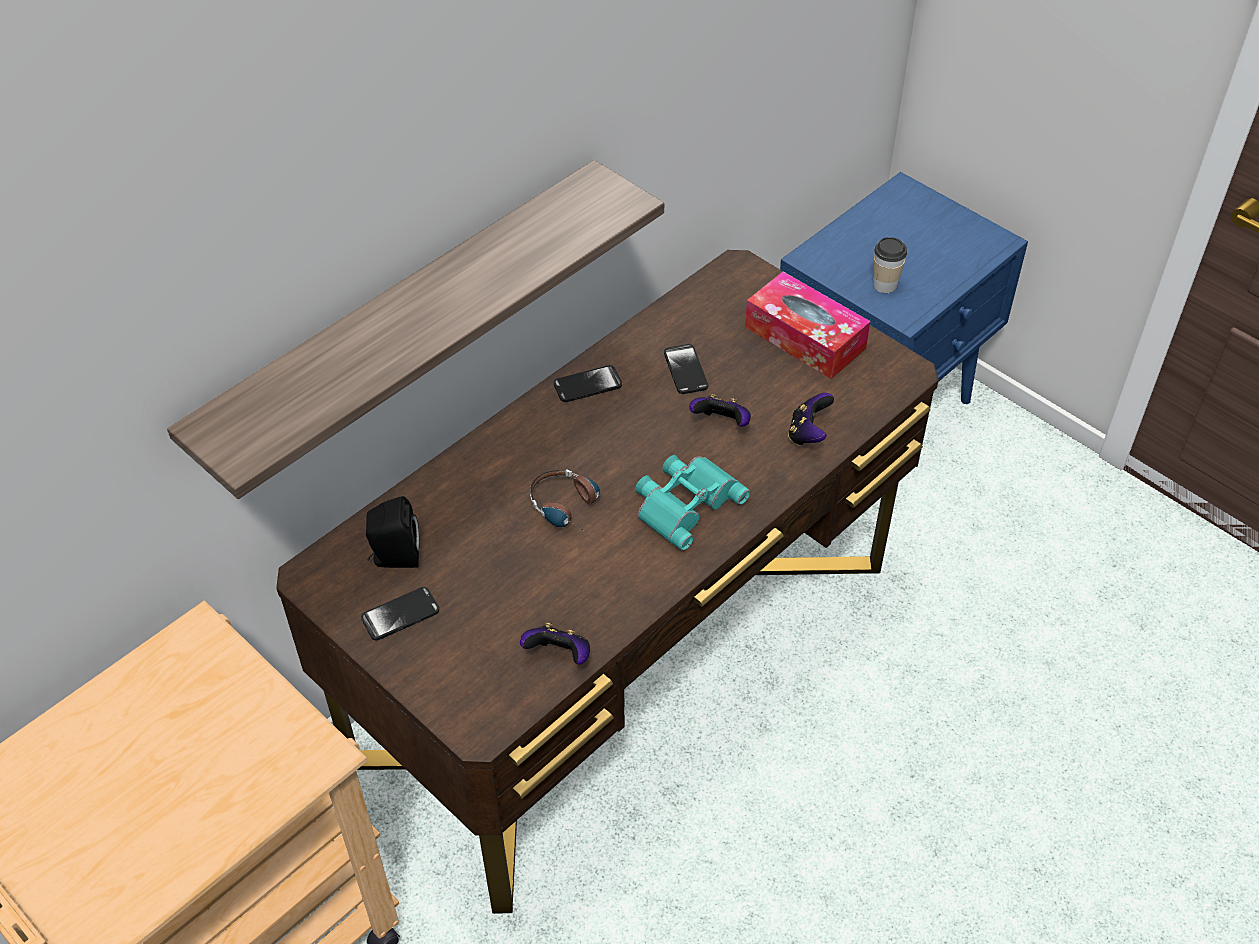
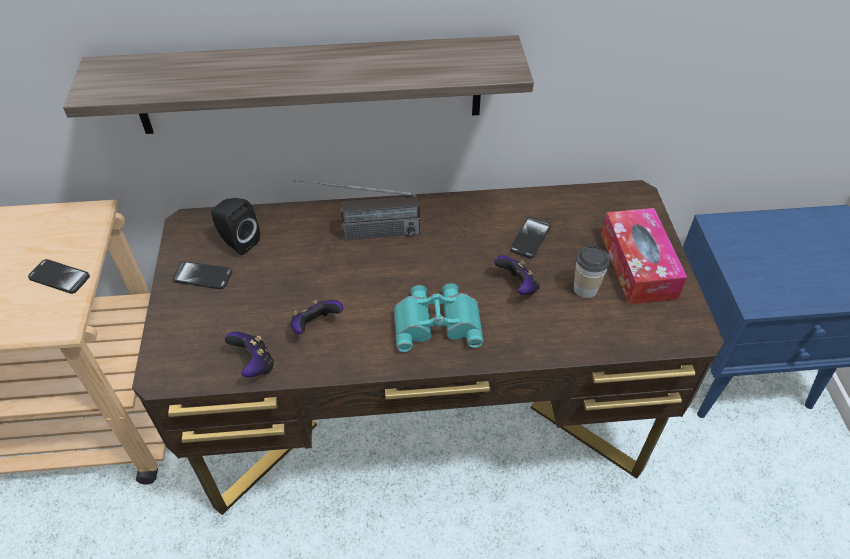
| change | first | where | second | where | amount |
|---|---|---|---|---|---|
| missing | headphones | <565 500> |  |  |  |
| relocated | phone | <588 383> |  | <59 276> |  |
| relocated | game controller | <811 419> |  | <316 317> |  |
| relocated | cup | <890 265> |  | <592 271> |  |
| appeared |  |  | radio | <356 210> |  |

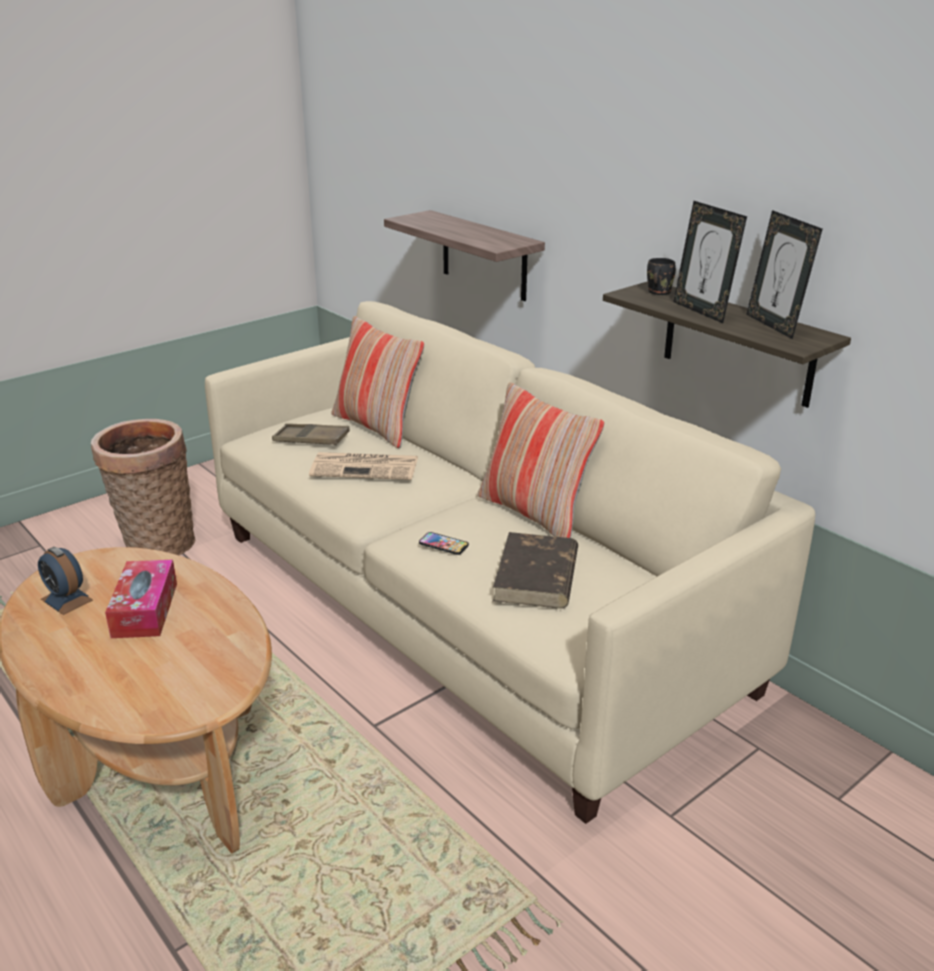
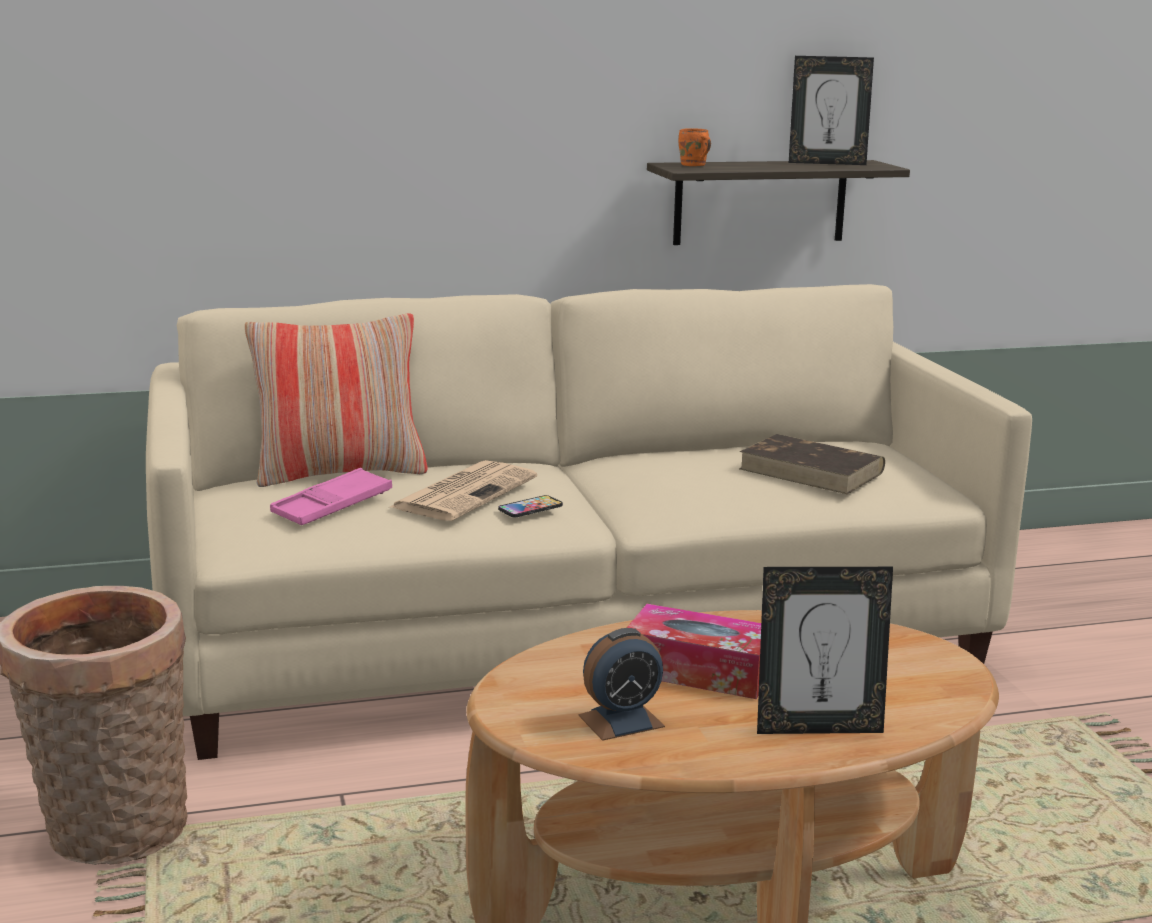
| change | first | where | second | where | amount |
|---|---|---|---|---|---|
| colour | brown tray | <311 434> | pink tray | <331 496> |  |
| missing | shelf | <464 255> |  |  |  |
| relocated | phone | <444 543> |  | <530 506> |  |
| missing | pillow | <541 460> |  |  |  |
| colour | black mug | <661 276> | orange mug | <695 147> |  |
| relocated | picture frame | <710 262> |  | <825 650> |  |

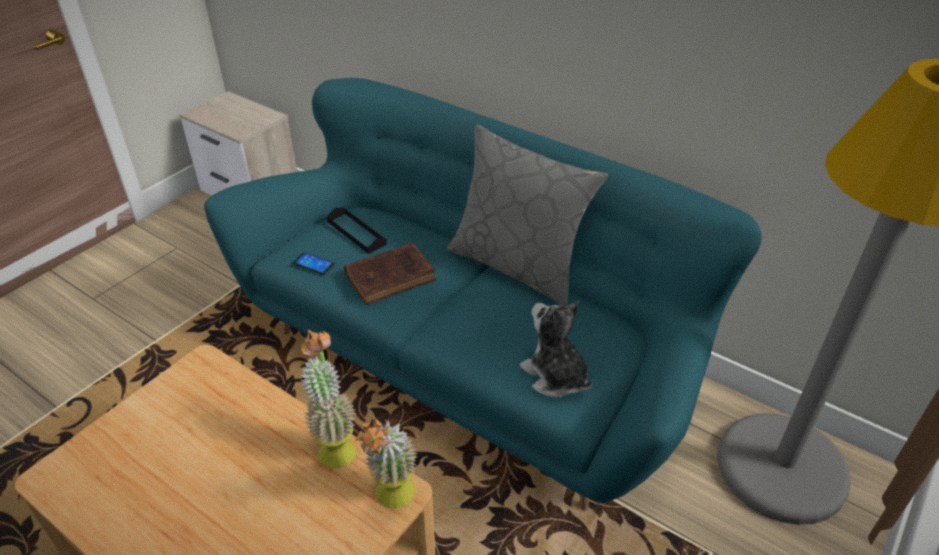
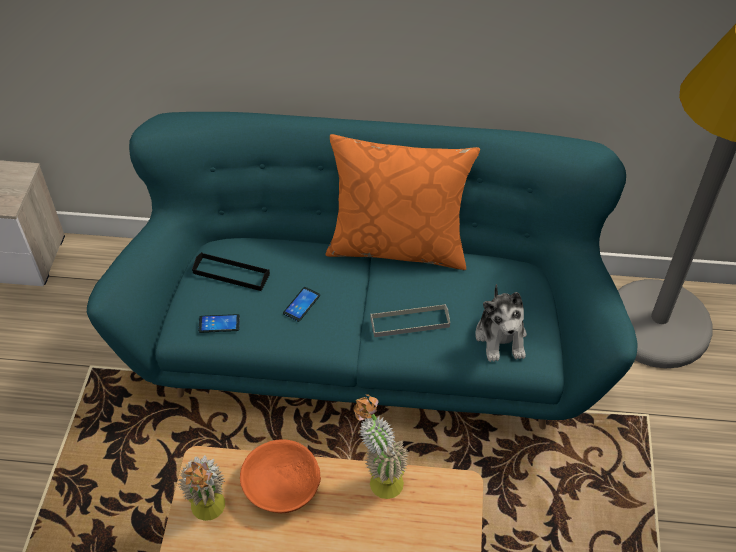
| change | first | where | second | where | amount |
|---|---|---|---|---|---|
| exchanged | brown book | <390 274> | phone | <301 304> |  |
| relocated | potted plant | <387 463> |  | <201 488> |  |
| colour | grey pillow | <527 215> | orange pillow | <403 202> |  |
| spun | plush toy | <556 349> |  | <501 323> | 120 degrees counterclockwise |
| appeared |  |  | orange bowl | <280 476> |  |
| appeared |  |  | grey tray | <410 320> |  |

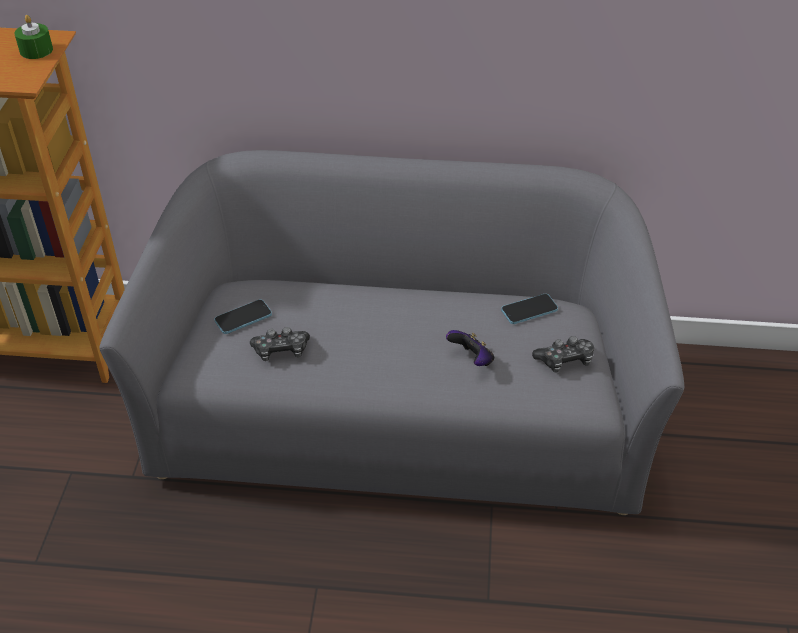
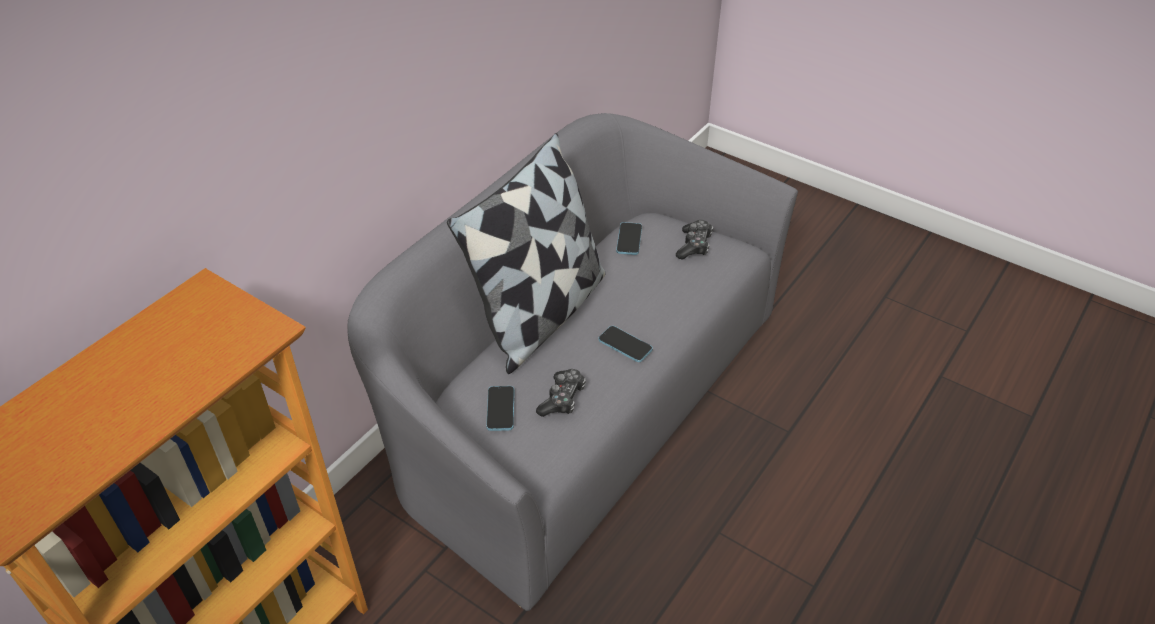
| change | first | where | second | where | amount |
|---|---|---|---|---|---|
| missing | green candle | <33 37> |  |  |  |
| missing | game controller | <470 348> |  |  |  |
| appeared |  |  | pillow | <526 253> |  |
| appeared |  |  | phone | <625 344> |  |

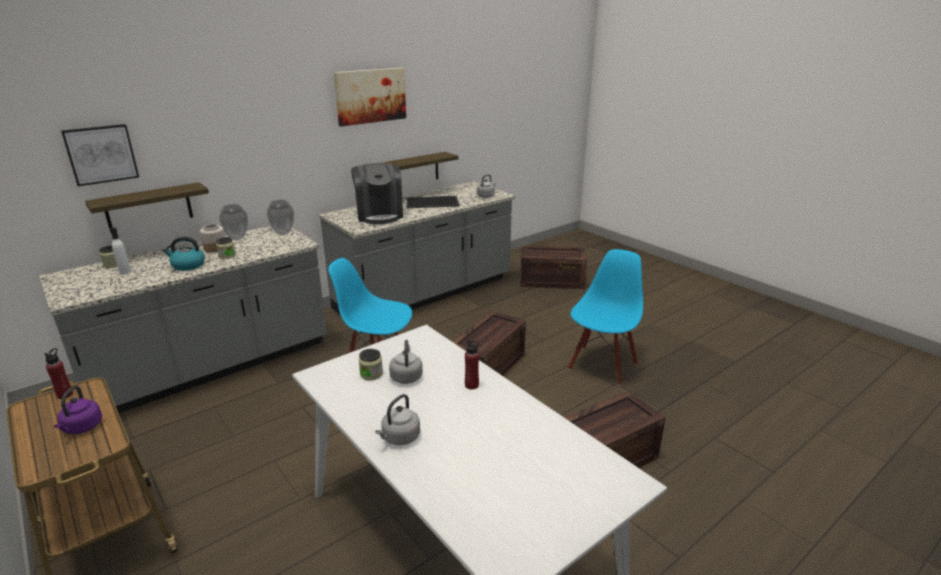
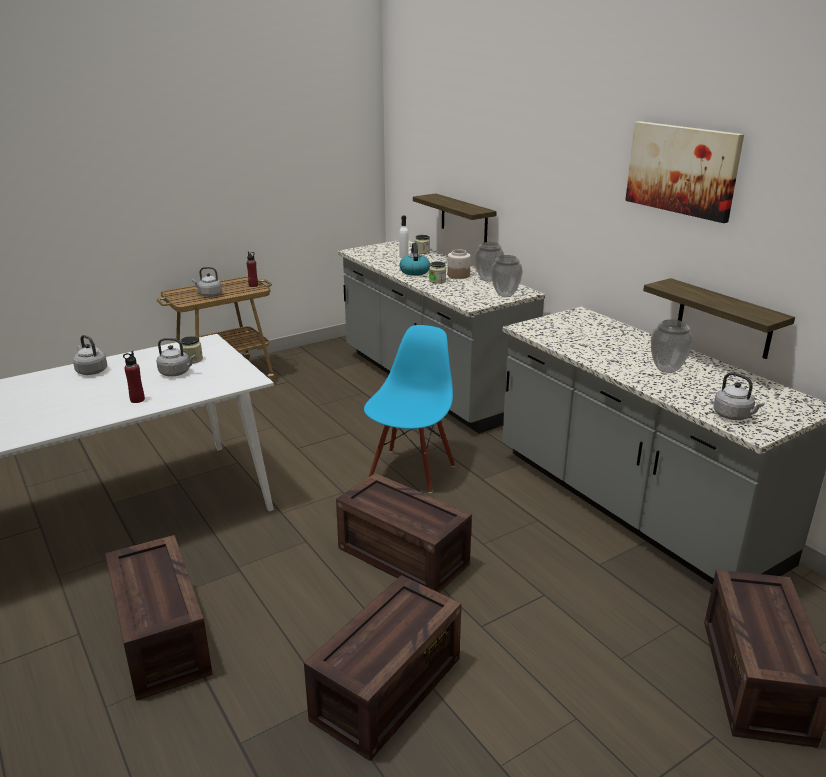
| change | first | where | second | where | amount |
|---|---|---|---|---|---|
| colour | purple kettle | <78 410> | grey kettle | <207 282> |  |
| missing | picture | <100 155> |  |  |  |
| missing | coffee machine | <377 193> |  |  |  |
| exchanged | tray | <433 202> | vase | <672 346> |  |
| exchanged | blue chair | <605 317> | crate | <382 668> |  |

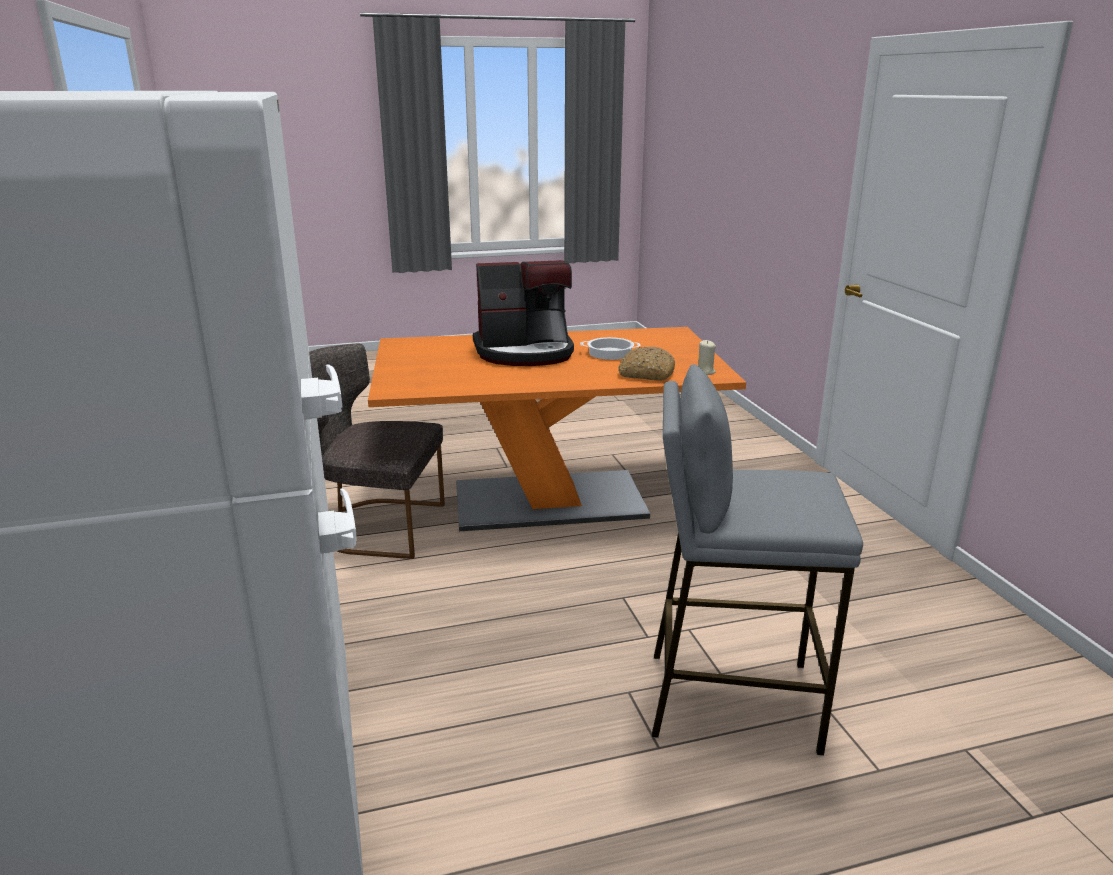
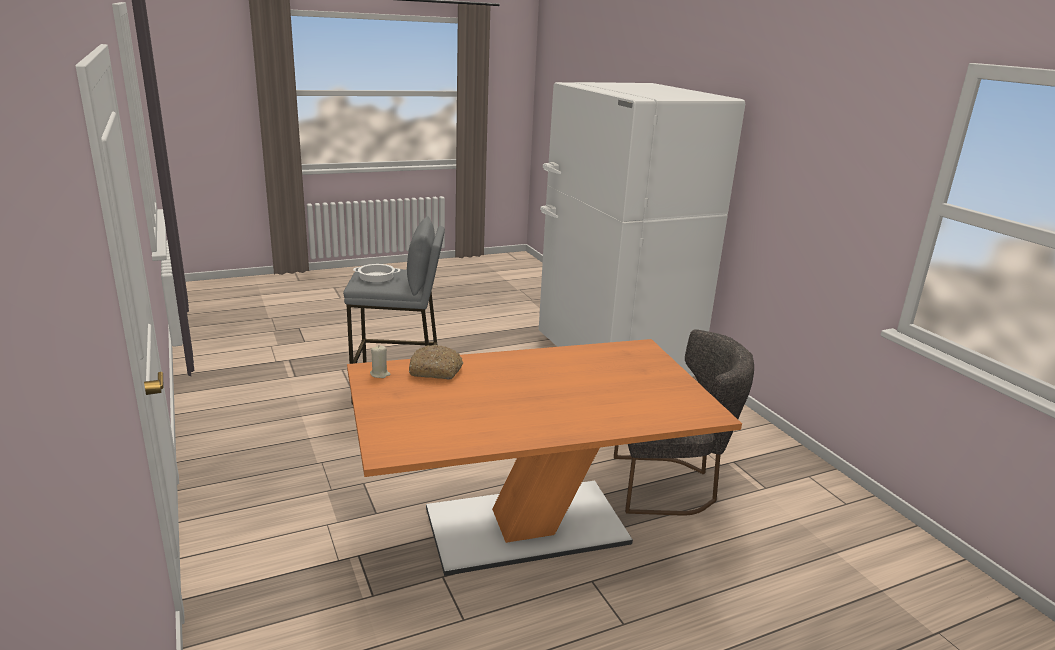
| change | first | where | second | where | amount |
|---|---|---|---|---|---|
| missing | coffee machine | <523 313> |  |  |  |
| relocated | cooking pot | <610 348> |  | <376 273> |  |

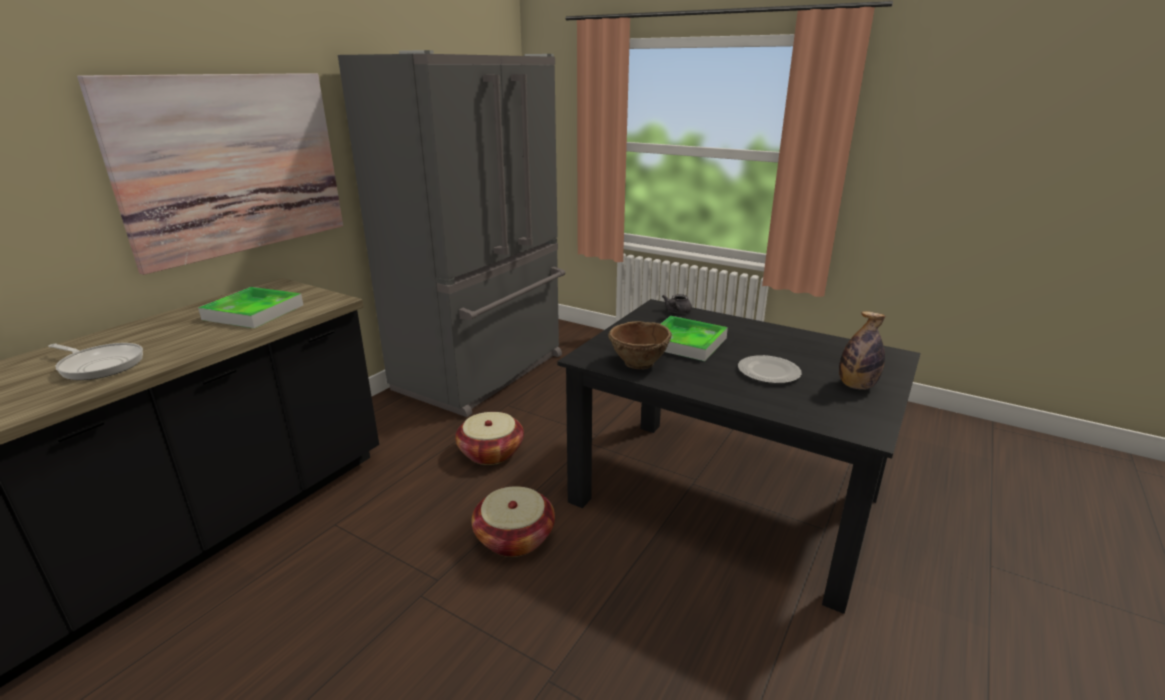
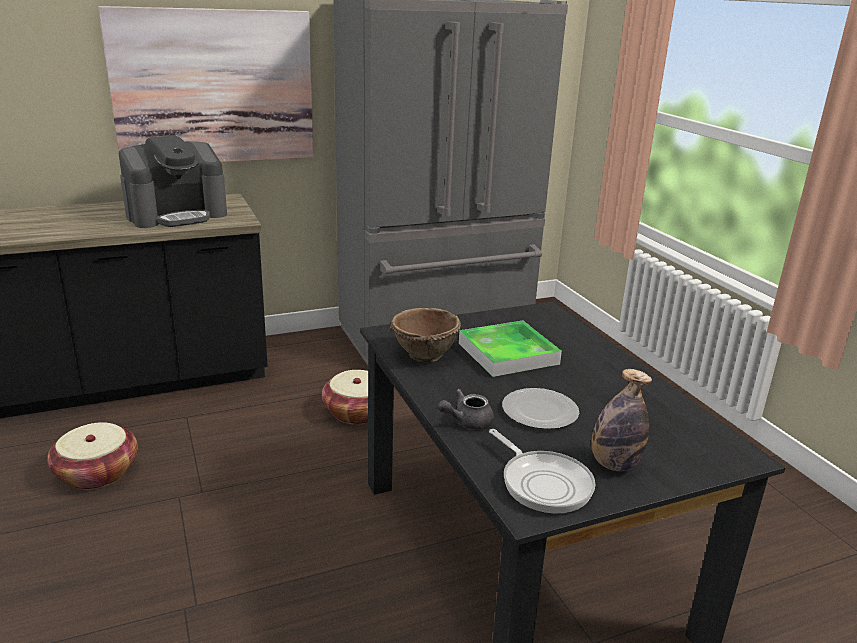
| change | first | where | second | where | amount |
|---|---|---|---|---|---|
| relocated | frying pan | <95 361> |  | <542 471> |  |
| exchanged | tray | <250 307> | coffee machine | <173 181> |  |
| relocated | basket | <513 521> |  | <92 456> |  |
| relocated | grey teapot | <677 304> |  | <466 409> |  |

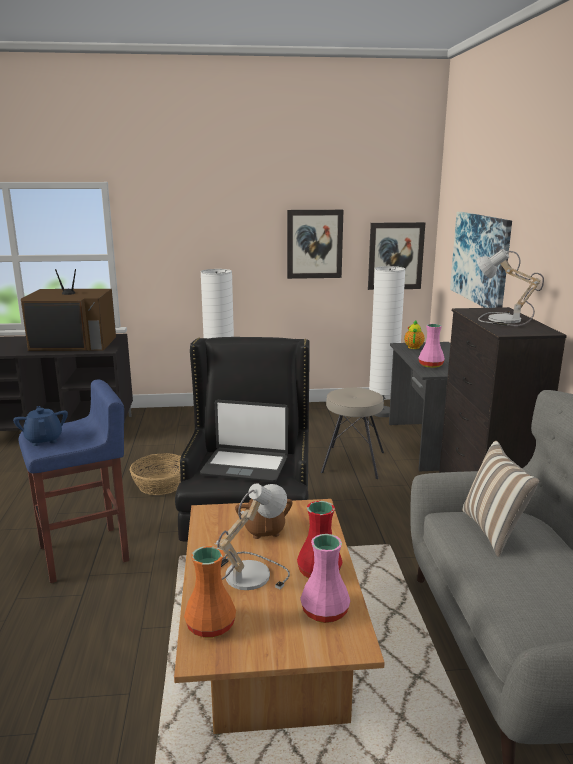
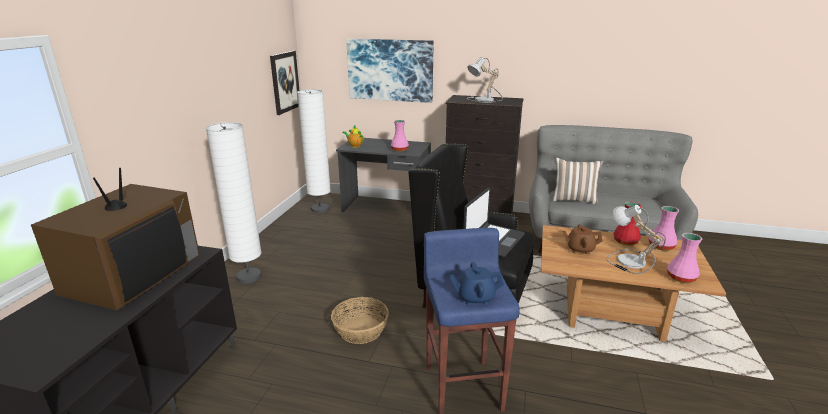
| change | first | where | second | where | amount |
|---|---|---|---|---|---|
| colour | orange vase | <210 592> | pink vase | <684 258> |  |
| missing | picture | <315 244> |  |  |  |
| missing | beige stool | <352 433> |  |  |  |

